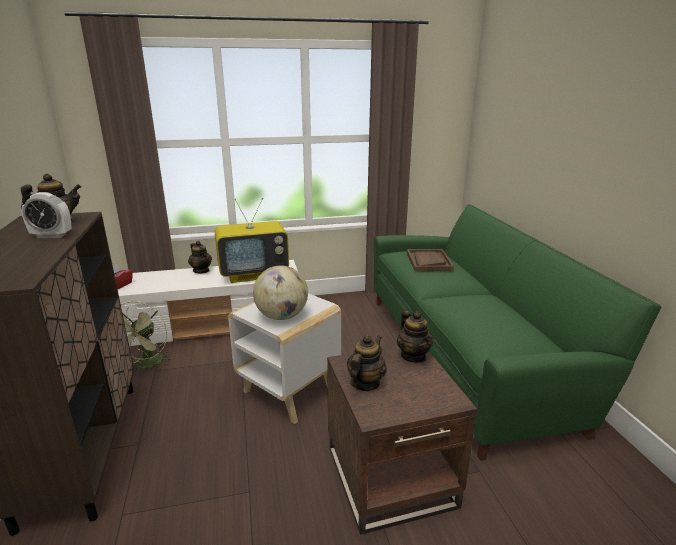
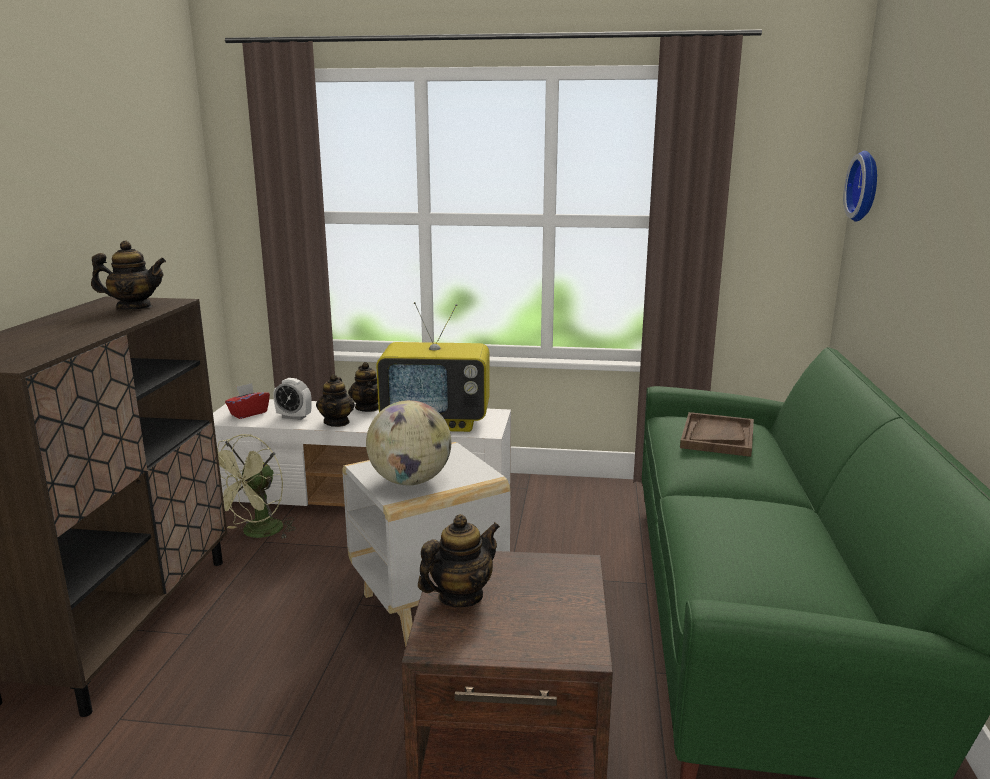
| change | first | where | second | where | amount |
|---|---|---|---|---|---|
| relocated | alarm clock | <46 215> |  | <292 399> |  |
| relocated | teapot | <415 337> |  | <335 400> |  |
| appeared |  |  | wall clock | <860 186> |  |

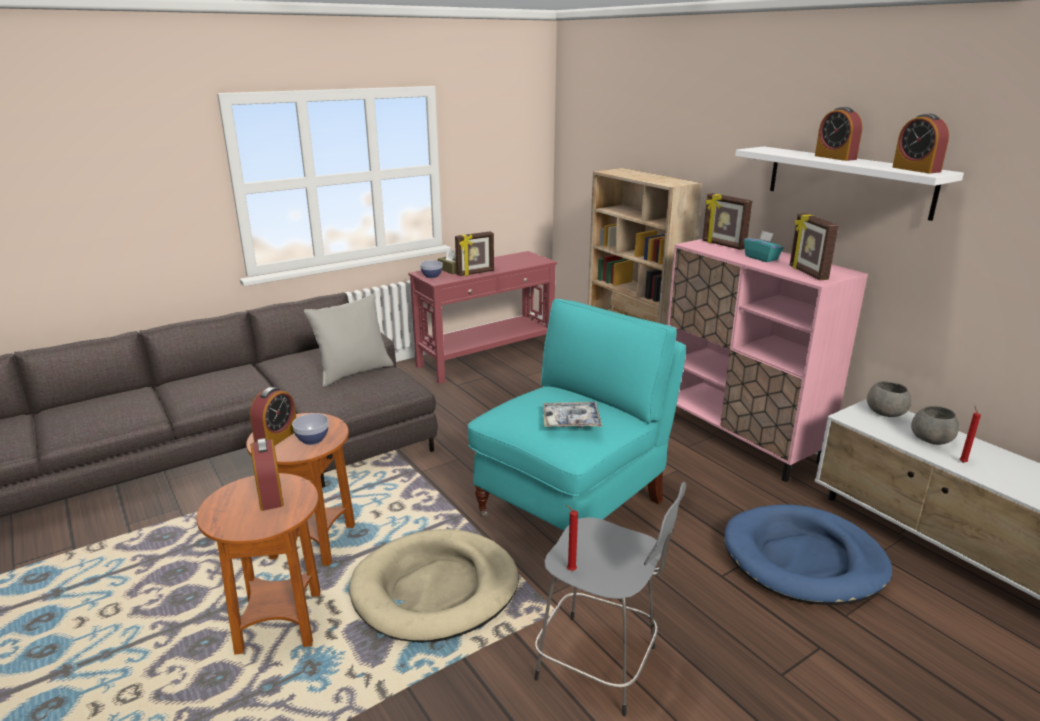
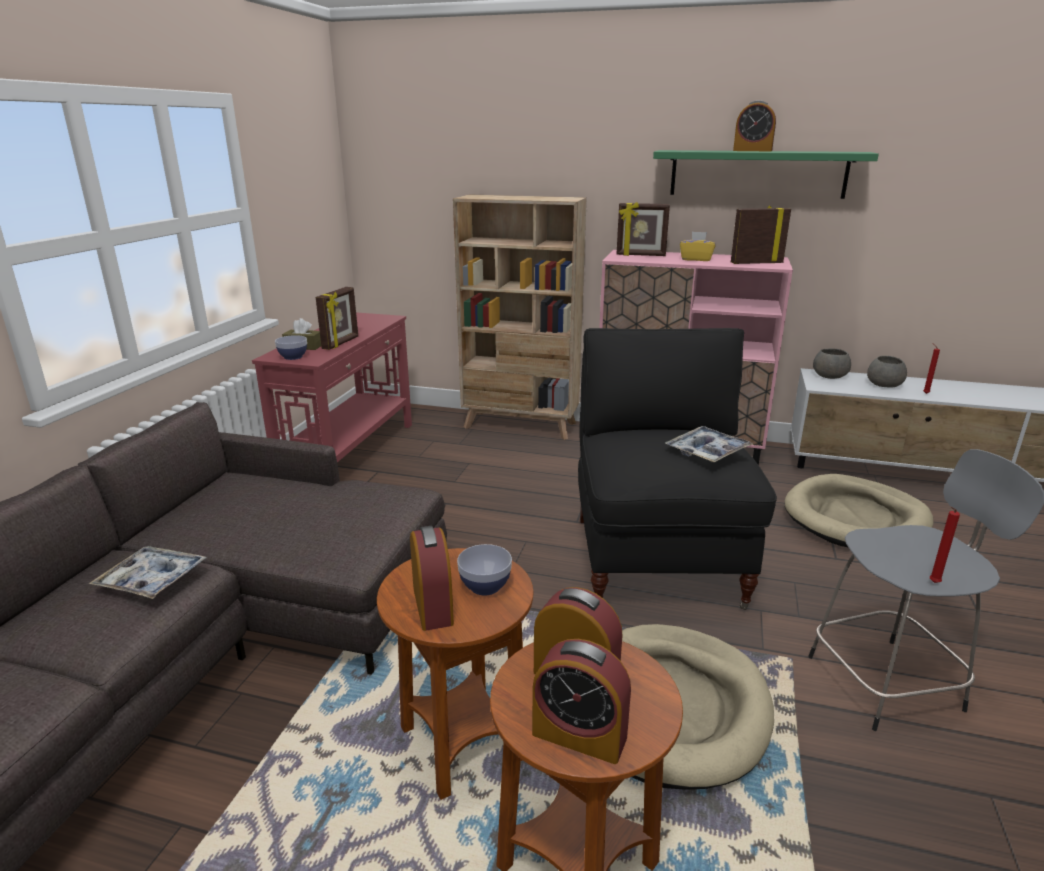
| change | first | where | second | where | amount |
|---|---|---|---|---|---|
| missing | grey pillow | <348 340> |  |  |  |
| colour | turquoise armchair | <577 414> | black armchair | <677 469> |  |
| colour | blue dog bed | <808 554> | beige dog bed | <859 511> |  |
| colour | white shelf | <849 183> | green shelf | <766 174> |  |
| colour | turquoise tissue box | <764 246> | yellow tissue box | <697 246> |  |
| spun | picture frame | <814 246> |  | <761 235> | 135 degrees clockwise |
| relocated | alarm clock | <920 144> |  | <581 701> |  |
| appeared |  |  | tray | <147 572> |  |

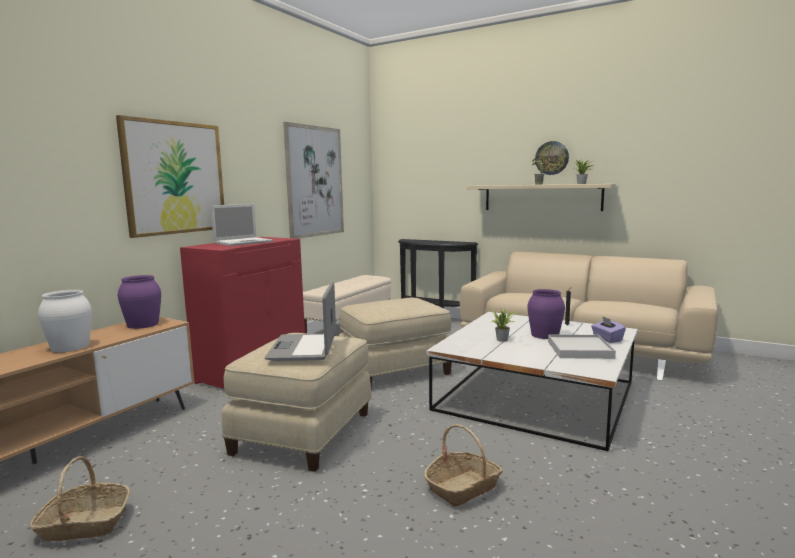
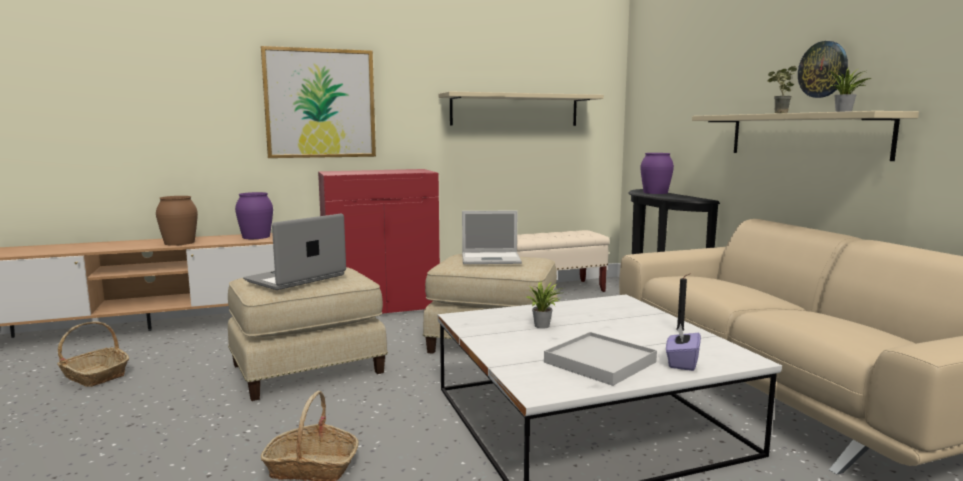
| change | first | where | second | where | amount |
|---|---|---|---|---|---|
| colour | white vase | <65 321> | brown vase | <177 221> |  |
| relocated | laptop | <242 225> |  | <492 237> |  |
| exchanged | picture | <313 180> | beige shelf | <521 108> |  |
| relocated | purple vase | <546 314> |  | <657 173> |  |

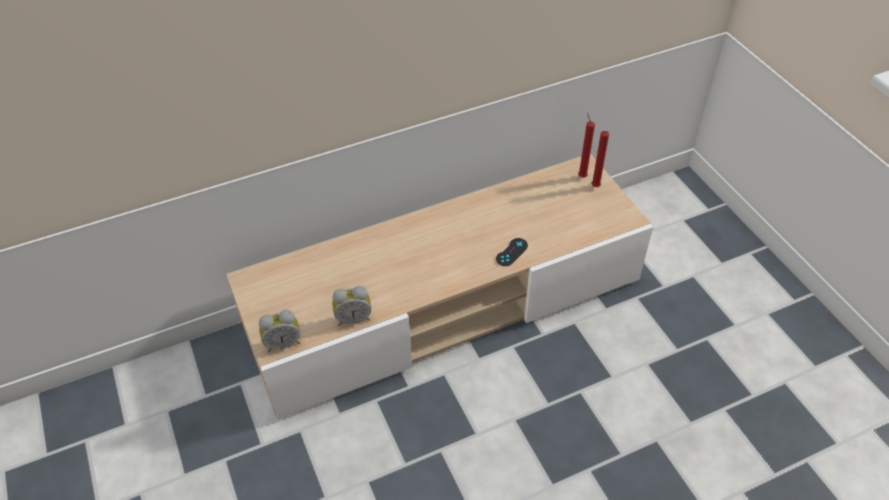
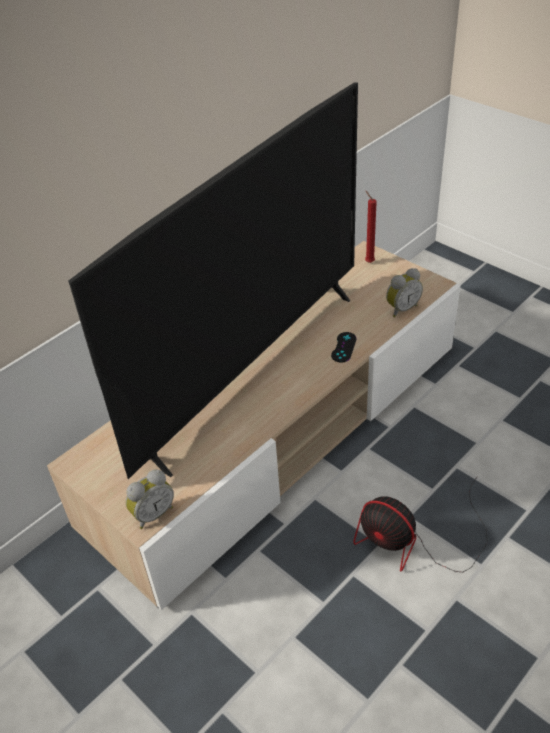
| change | first | where | second | where | amount |
|---|---|---|---|---|---|
| relocated | alarm clock | <351 306> |  | <404 292> |  |
| missing | red candle | <600 159> |  |  |  |
| appeared |  |  | television | <213 280> |  |
| appeared |  |  | fan | <420 524> |  |

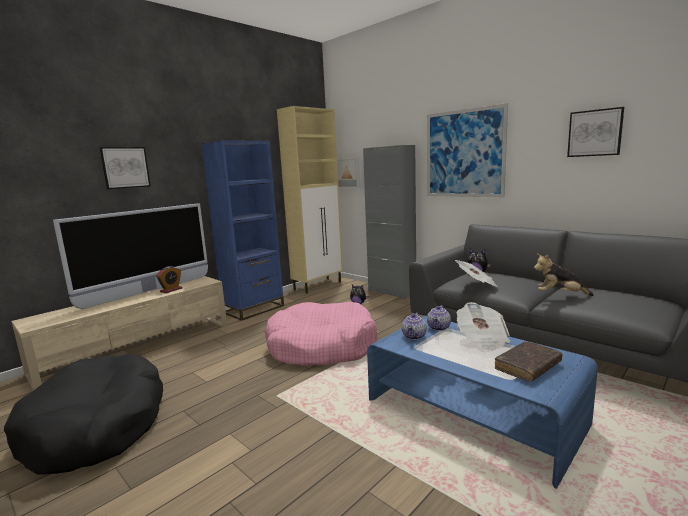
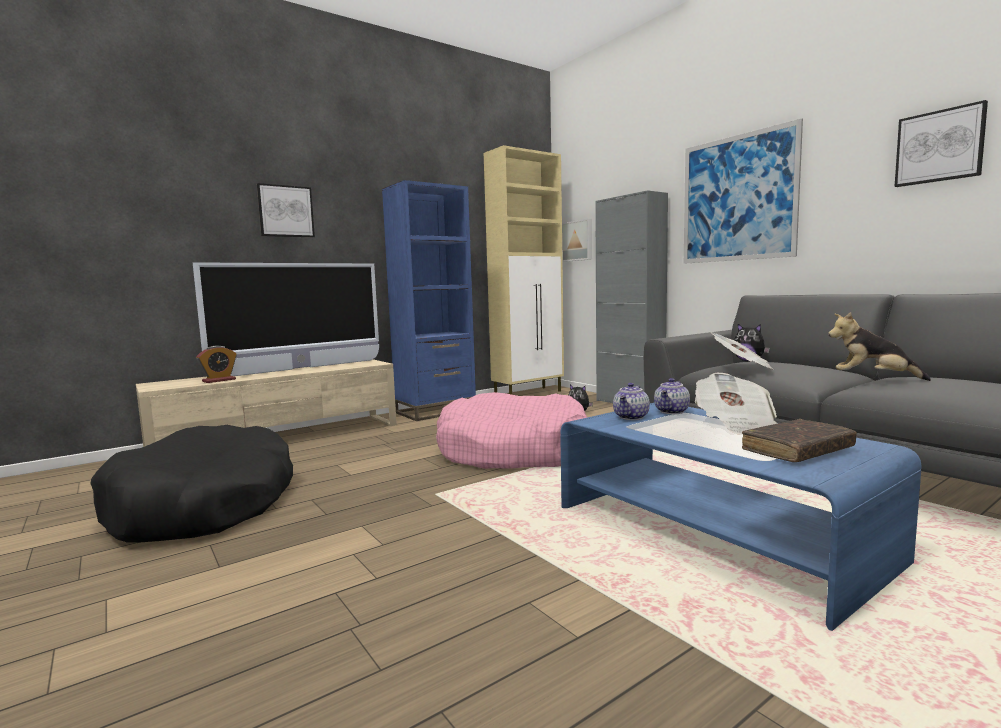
| change | first | where | second | where | amount |
|---|---|---|---|---|---|
| relocated | alarm clock | <169 279> |  | <216 364> |  |

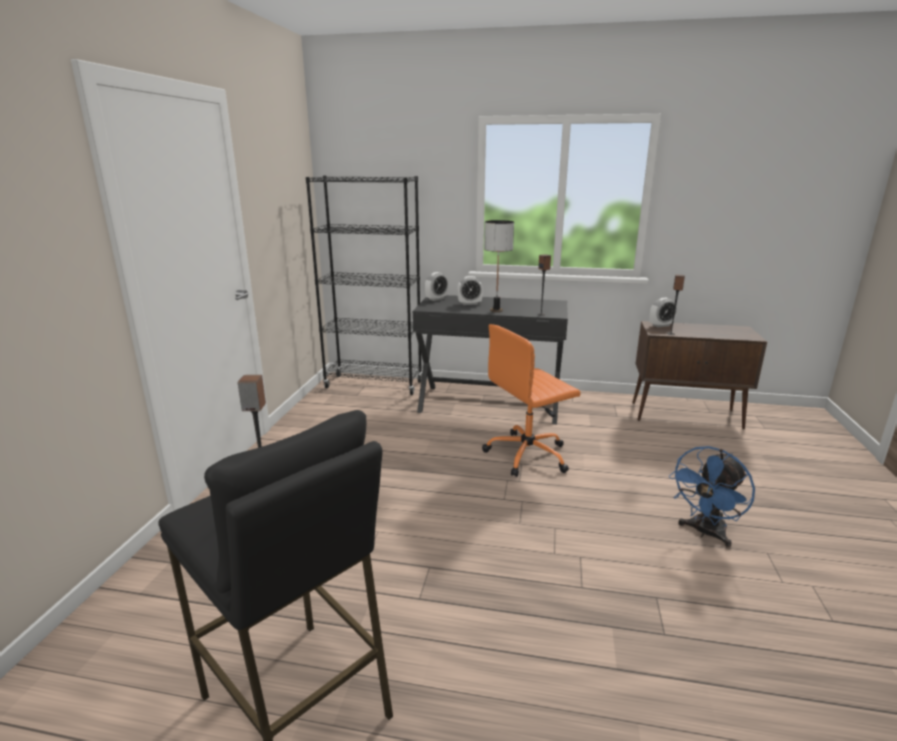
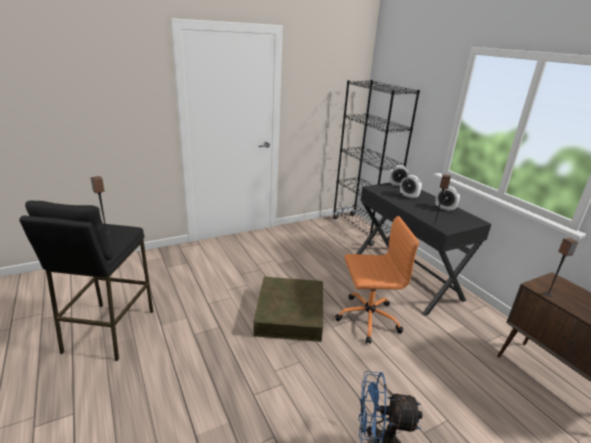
| change | first | where | second | where | amount |
|---|---|---|---|---|---|
| spun | orange office chair | <531 400> |  | <377 280> | 150 degrees clockwise |
| missing | table lamp | <499 266> |  |  |  |
| relocated | alarm clock | <663 313> |  | <447 198> |  |
| appeared |  |  | brown storage box | <288 309> |  |

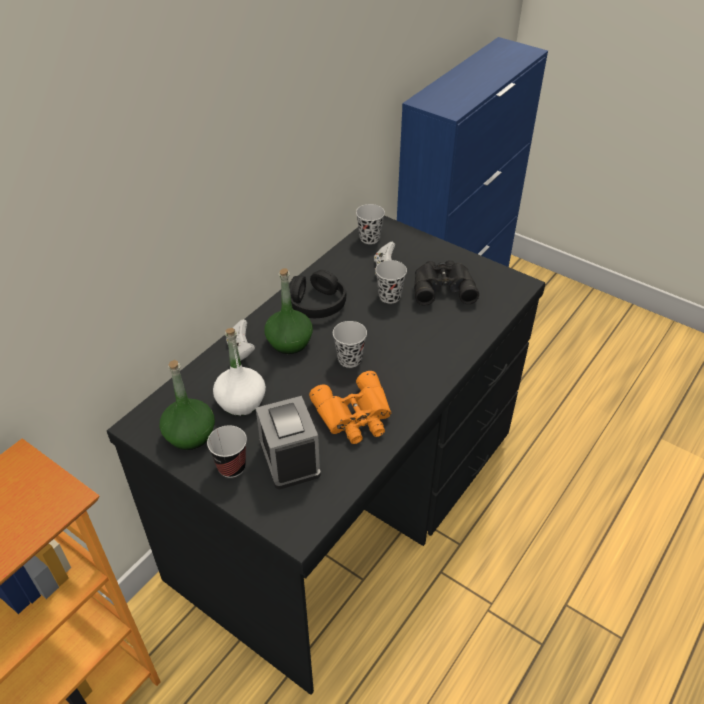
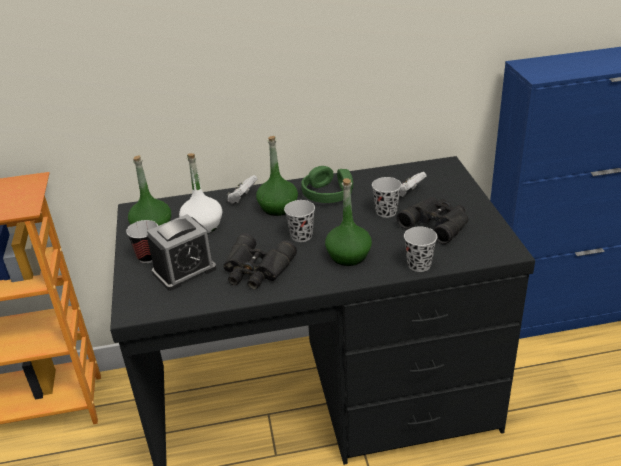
| change | first | where | second | where | amount |
|---|---|---|---|---|---|
| spun | alarm clock | <288 442> |  | <181 252> | 150 degrees counterclockwise |
| colour | black headphones | <317 294> | green headphones | <327 184> |  |
| colour | orange binoculars | <350 407> | black binoculars | <260 261> |  |
| relocated | black cup | <370 224> |  | <420 249> |  |
| appeared |  |  | green bottle | <348 222> |  |

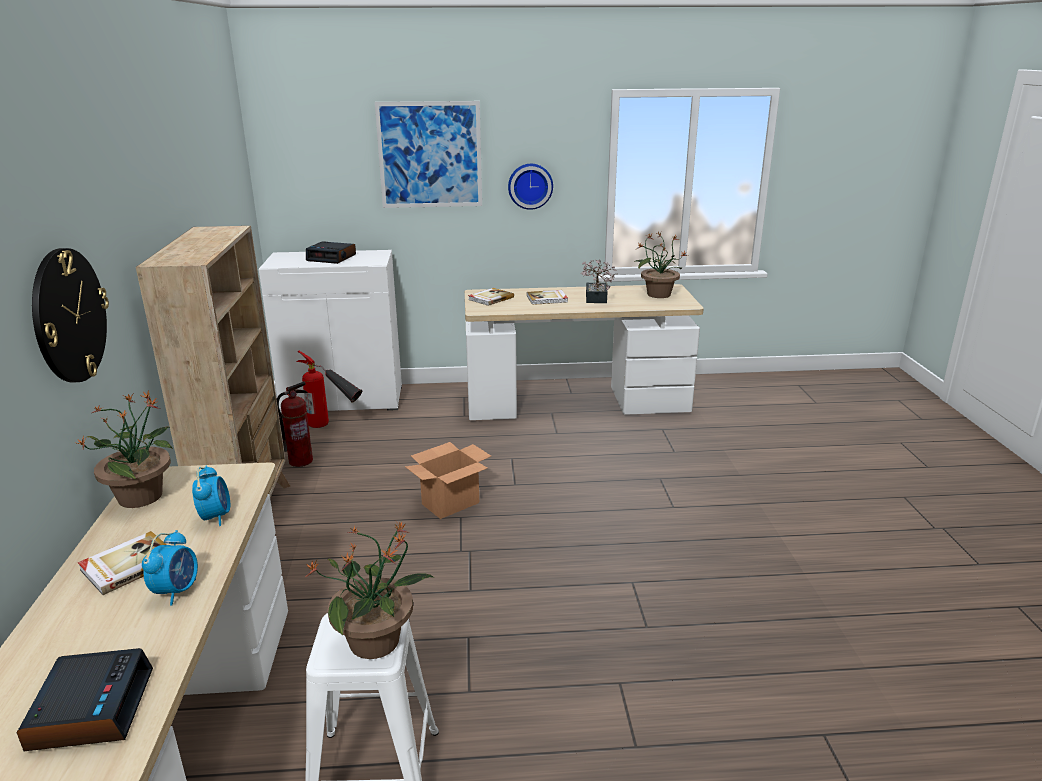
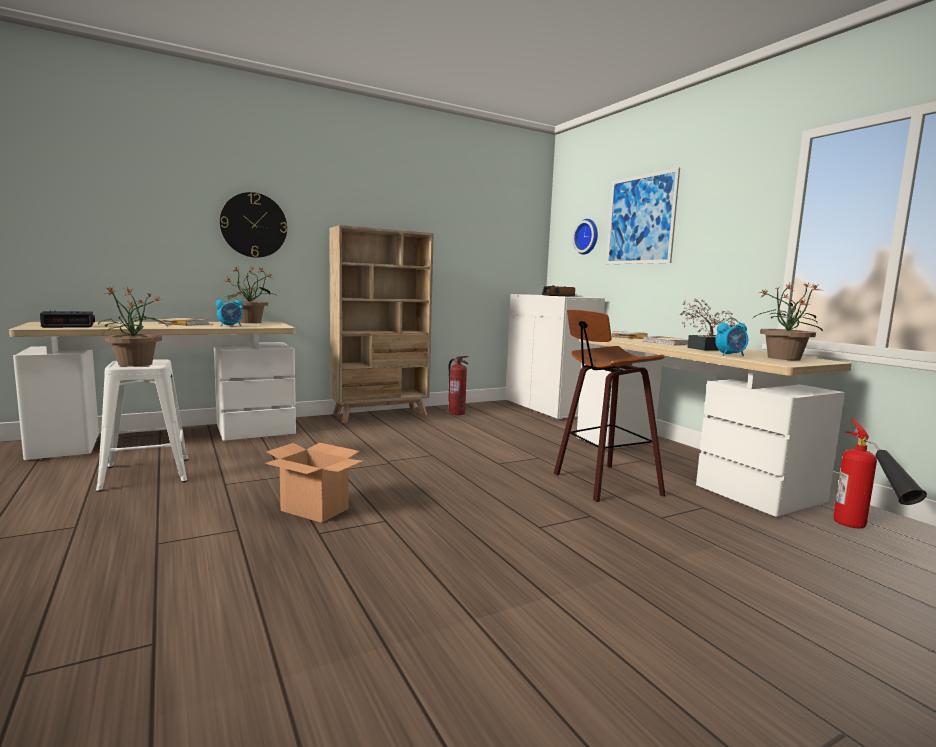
| change | first | where | second | where | amount |
|---|---|---|---|---|---|
| relocated | alarm clock | <170 567> |  | <731 337> |  |
| relocated | fire extinguisher | <329 389> |  | <880 473> |  |
| relocated | cardboard box | <448 480> |  | <313 483> |  |
| relocated | wall clock | <530 187> |  | <585 237> |  |
| appeared |  |  | stool | <609 406> |  |

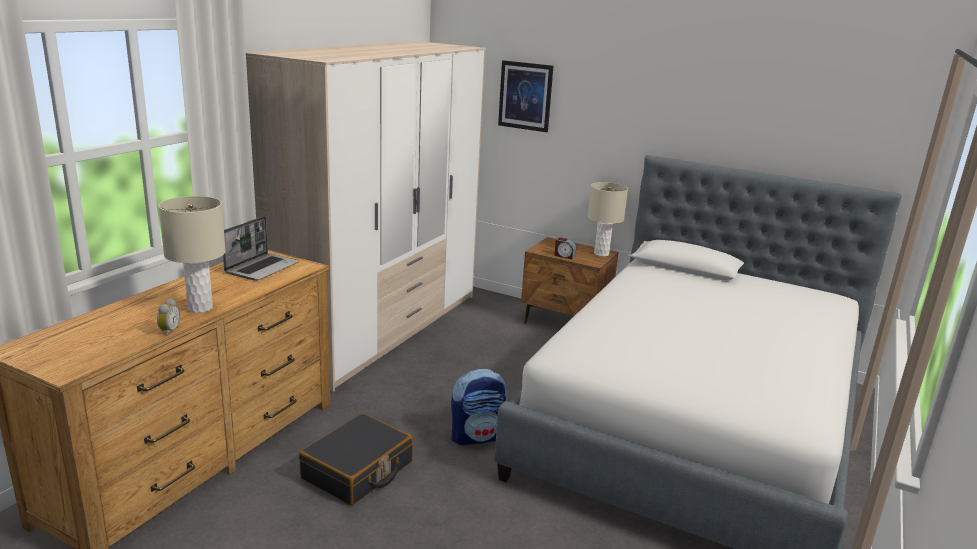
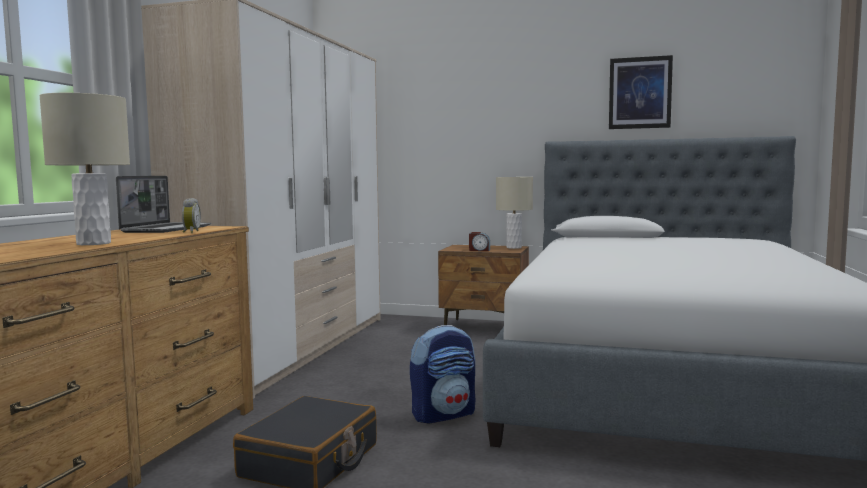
| change | first | where | second | where | amount |
|---|---|---|---|---|---|
| relocated | alarm clock | <168 317> |  | <191 215> |  |
| relocated | picture | <525 96> |  | <641 92> |  |

